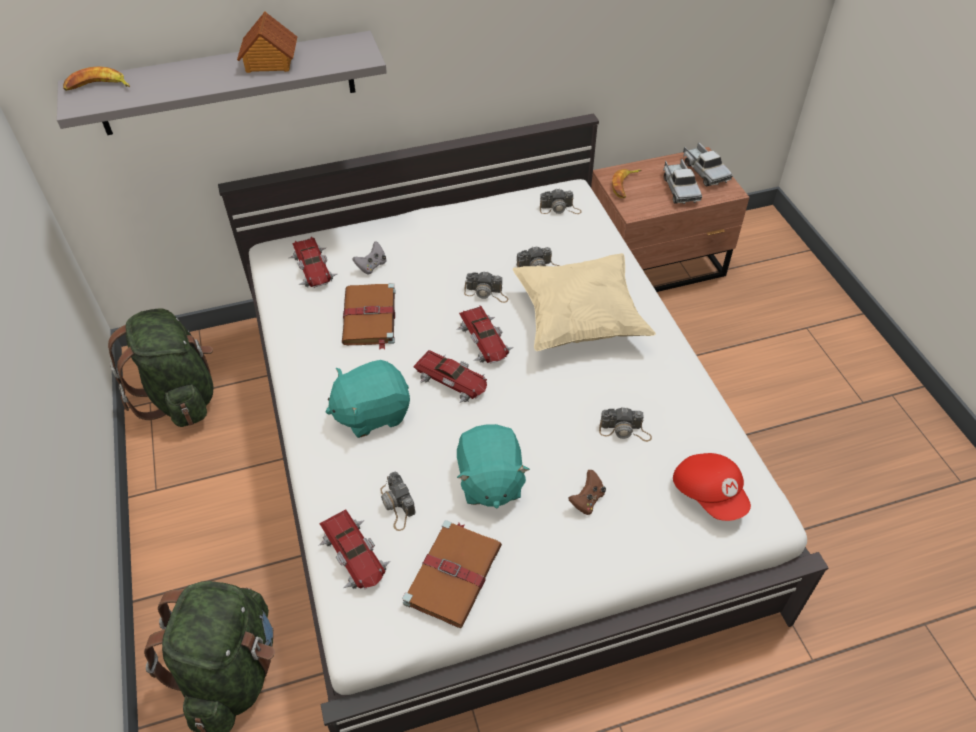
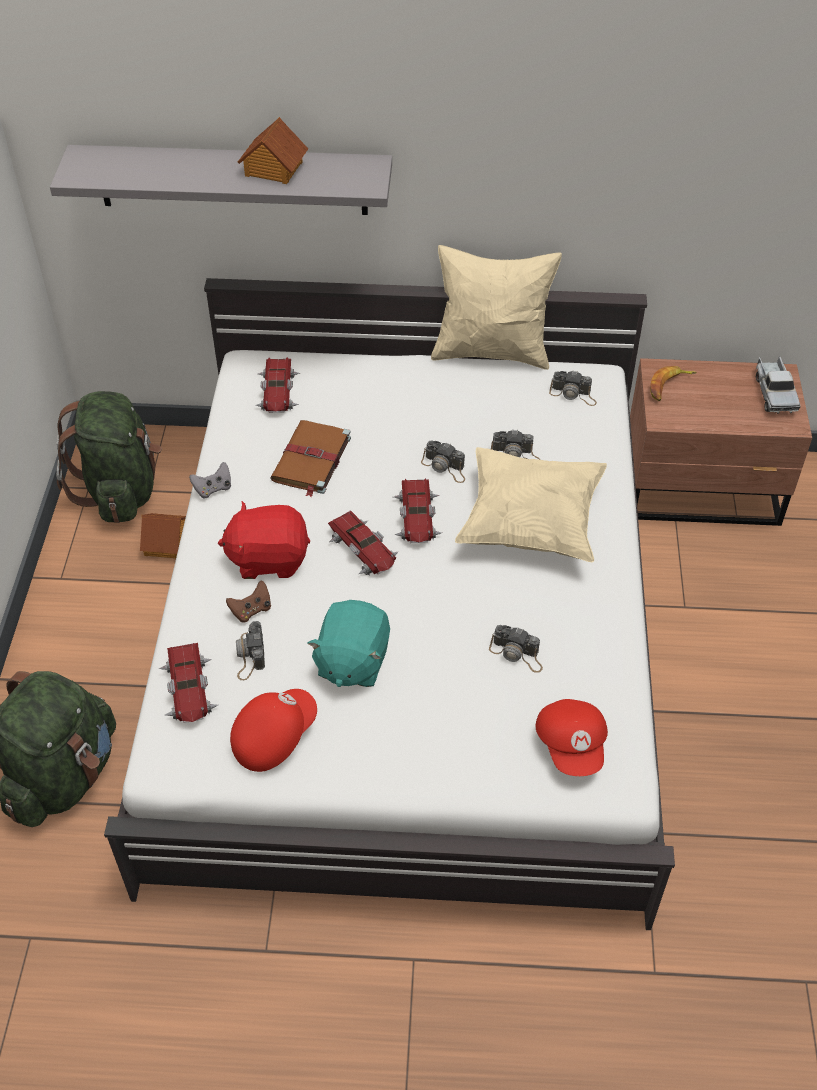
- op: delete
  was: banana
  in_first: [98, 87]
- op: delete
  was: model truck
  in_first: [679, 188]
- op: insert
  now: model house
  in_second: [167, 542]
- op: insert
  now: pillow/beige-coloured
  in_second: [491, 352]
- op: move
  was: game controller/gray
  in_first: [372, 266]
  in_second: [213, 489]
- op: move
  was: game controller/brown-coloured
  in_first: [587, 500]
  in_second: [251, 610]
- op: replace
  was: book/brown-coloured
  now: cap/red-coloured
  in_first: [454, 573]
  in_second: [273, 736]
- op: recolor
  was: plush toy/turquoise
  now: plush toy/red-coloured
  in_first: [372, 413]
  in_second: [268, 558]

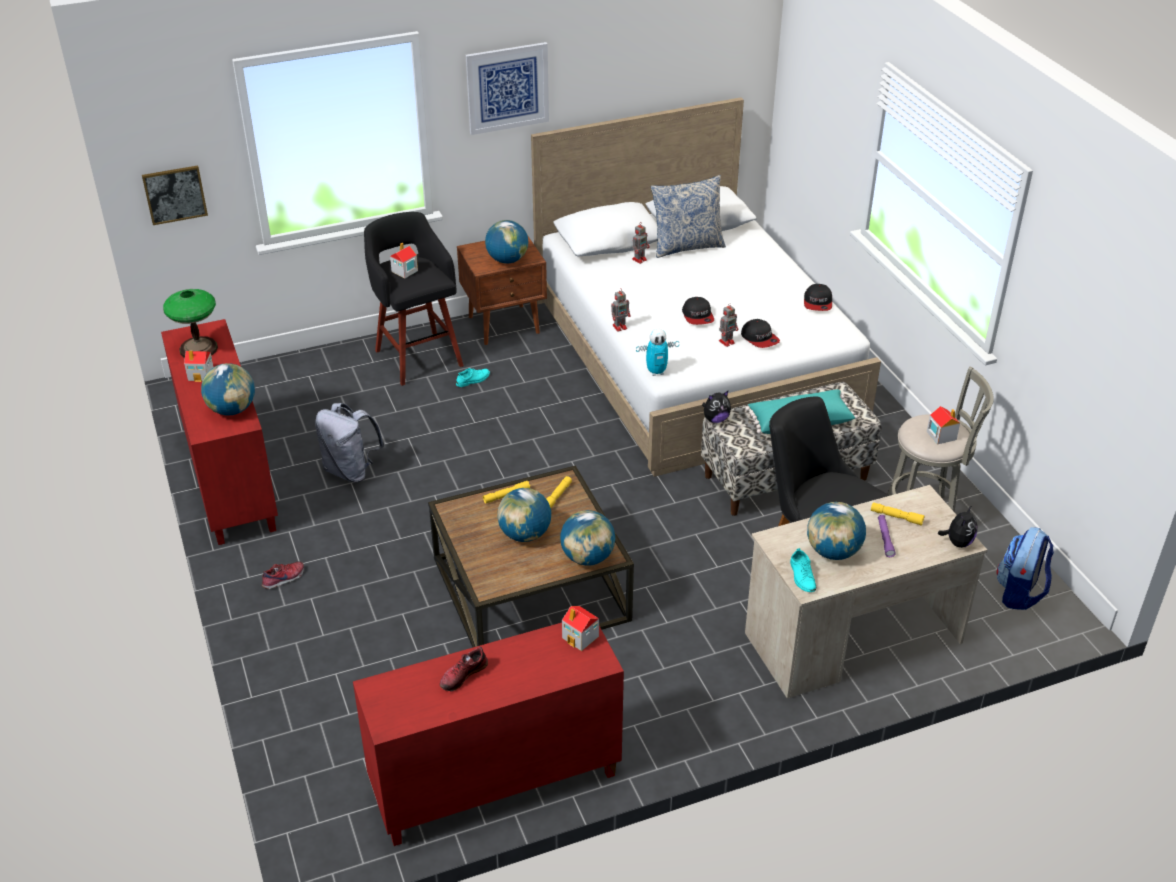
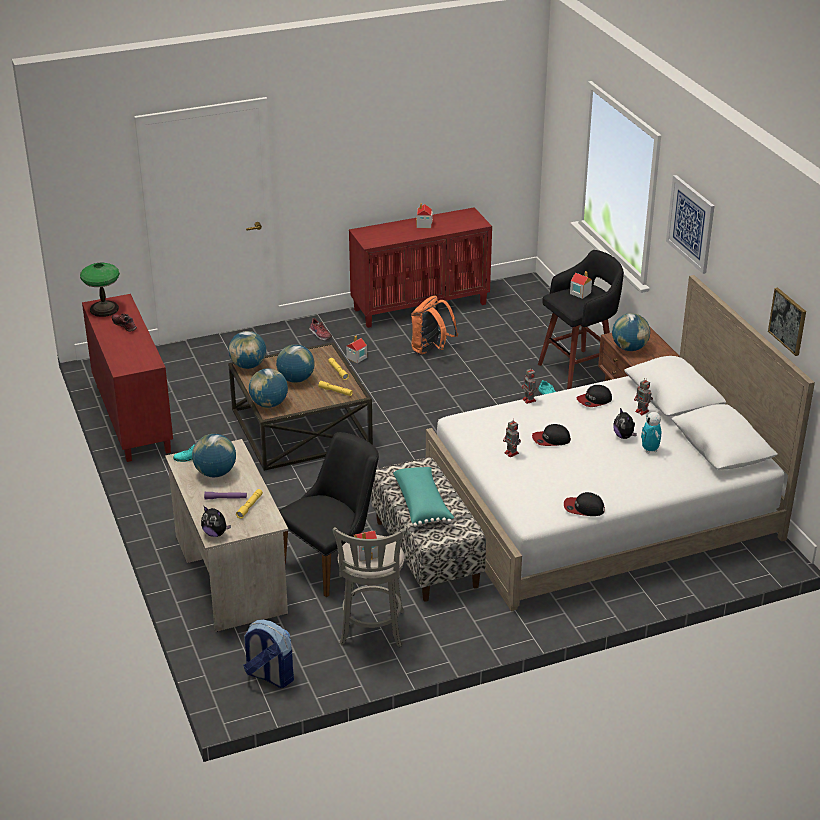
- op: delete
  was: pillow
  in_first: [686, 246]
- op: move
  was: wall art
  in_first: [175, 194]
  in_second: [788, 321]
- op: move
  was: lamp for a table
  in_first: [198, 349]
  in_second: [104, 309]
- op: move
  was: globe
  in_first: [232, 410]
  in_second: [248, 365]
- op: move
  was: model house
  in_first: [581, 637]
  in_second: [356, 358]
- op: move
  was: model robot
  in_first: [656, 372]
  in_second: [650, 450]
- op: move
  was: plush toy
  in_first: [715, 419]
  in_second: [624, 436]
- op: move
  was: cap
  in_first: [760, 338]
  in_second: [594, 400]
- op: recolor
  was: rucksack/gray
  now: rucksack/orange-coloured
  in_first: [351, 471]
  in_second: [431, 350]

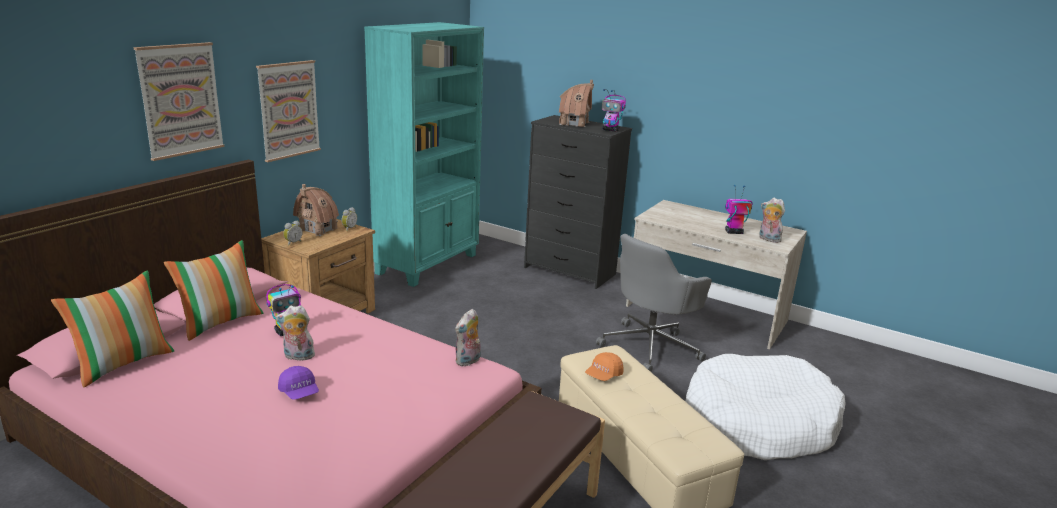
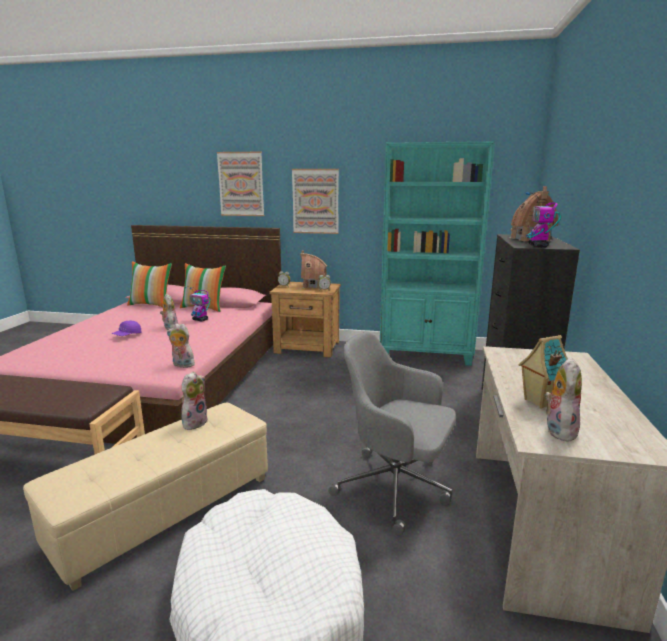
- op: replace
  was: cap/orange-coloured
  now: plush toy
  in_first: [603, 375]
  in_second: [194, 422]
- op: replace
  was: model robot
  now: model house
  in_first: [733, 232]
  in_second: [539, 401]

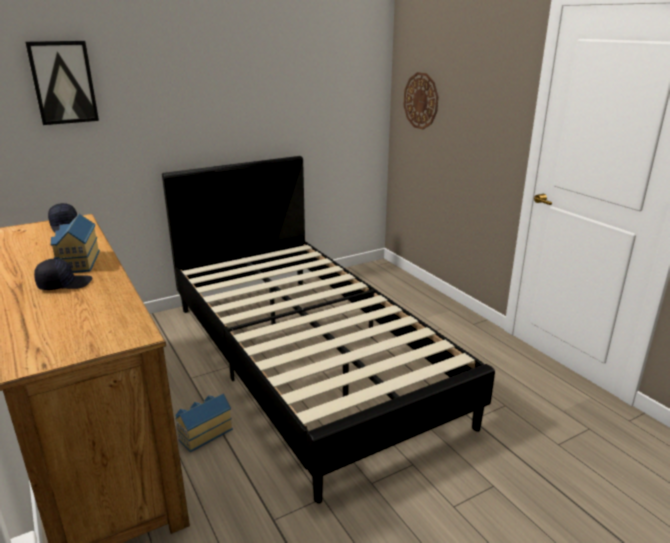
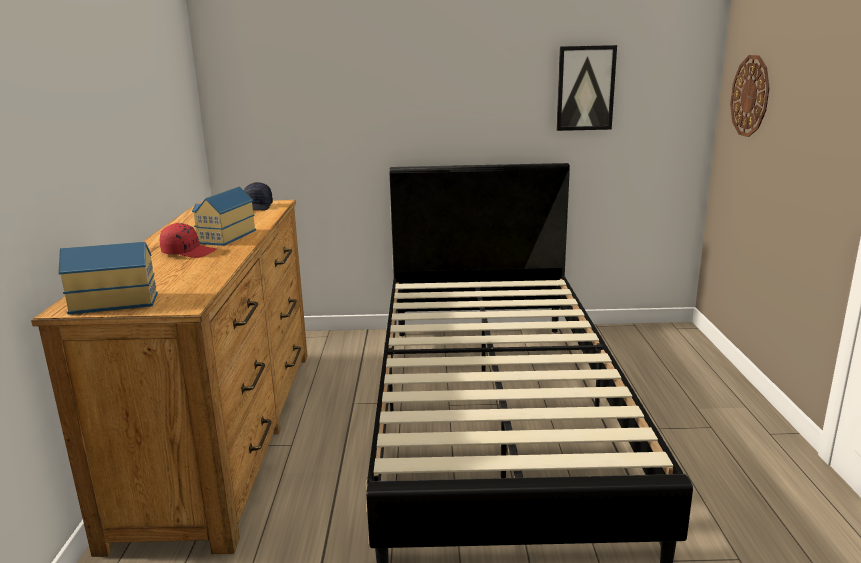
- op: move
  was: wall art
  in_first: [63, 82]
  in_second: [585, 88]
- op: move
  was: model house
  in_first: [203, 433]
  in_second: [114, 302]
- op: recolor
  was: cap/black-coloured
  now: cap/red-coloured
  in_first: [64, 284]
  in_second: [189, 252]

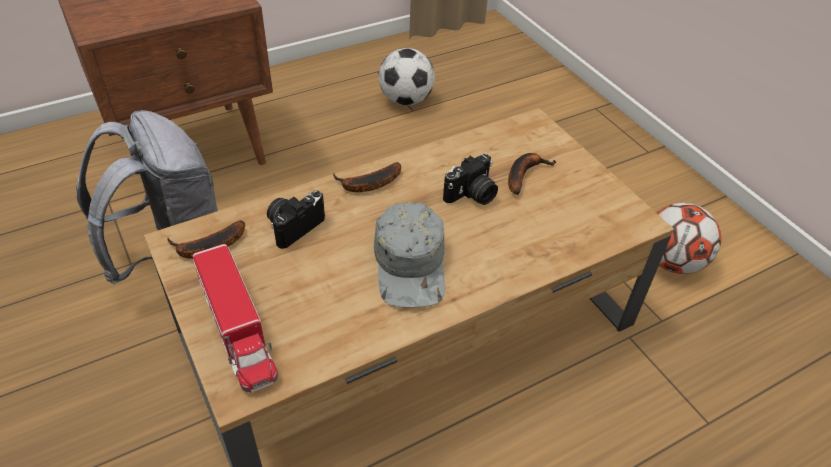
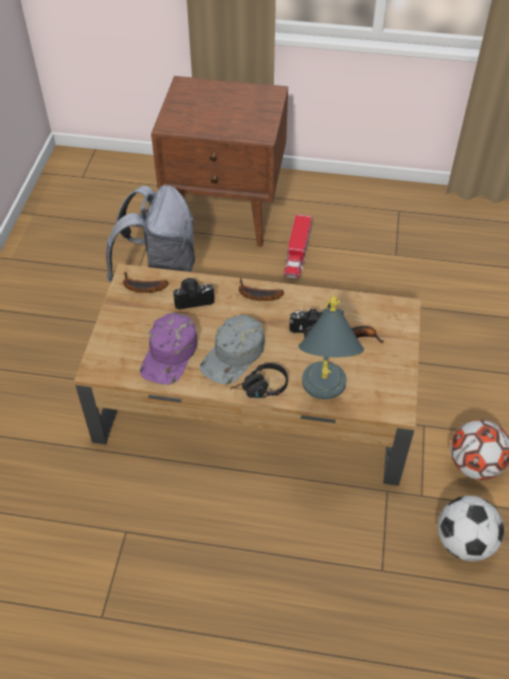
- op: insert
  now: cap/purple-coloured
  in_second: [170, 354]
- op: insert
  now: pair of headphones/black-coloured
  in_second: [260, 389]
- op: insert
  now: lamp for a table/gray
  in_second: [323, 395]
- op: move
  was: model truck
  in_first: [237, 328]
  in_second: [297, 253]
- op: move
  was: ball for football
  in_first: [406, 100]
  in_second: [464, 542]

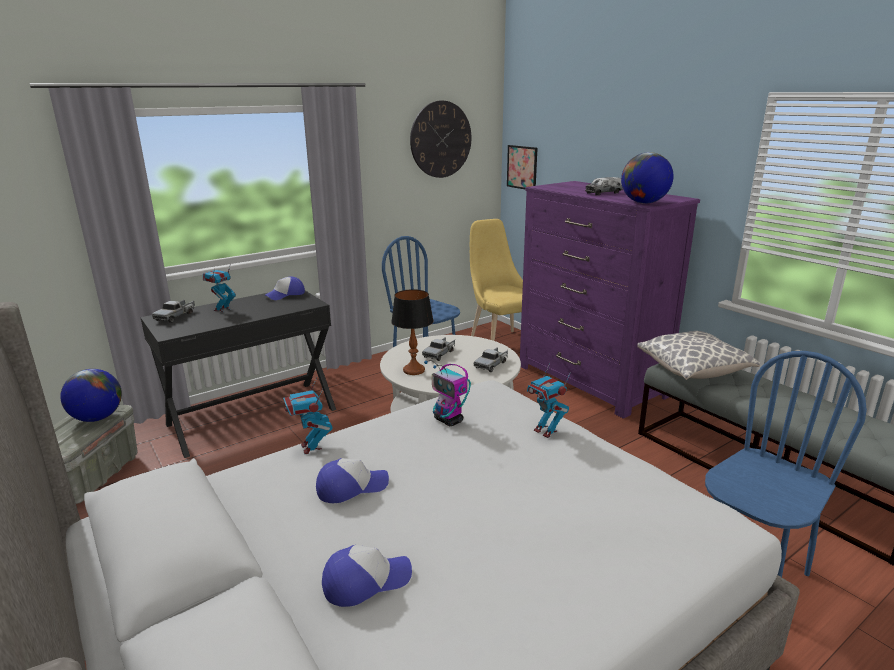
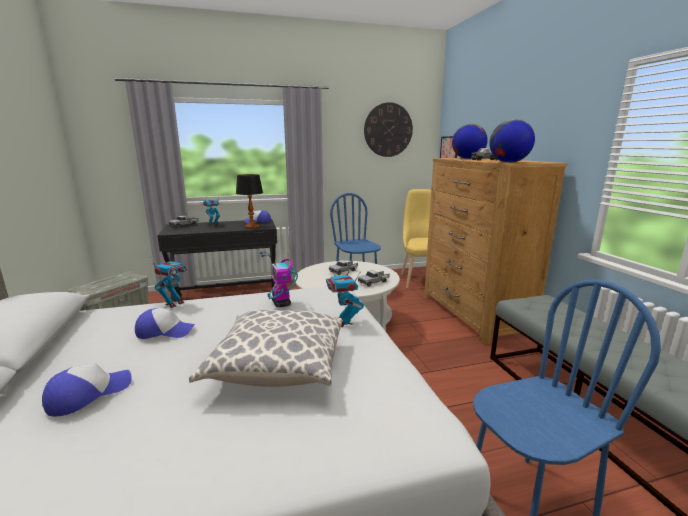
- op: move
  was: globe
  in_first: [97, 418]
  in_second: [467, 159]
- op: move
  was: lamp for a table
  in_first: [413, 370]
  in_second: [251, 227]
- op: move
  was: pillow
  in_first: [693, 371]
  in_second: [277, 368]
- op: recolor
  was: dresser/purple-coloured
  now: dresser/brown-coloured
  in_first: [590, 381]
  in_second: [473, 314]
- op: rotate
  was: model robot
  in_first: [311, 447]
  in_second: [174, 304]
  clockwise: -150
- op: rotate
  was: cap
  in_first: [366, 581]
  in_second: [89, 394]
  clockwise: -45

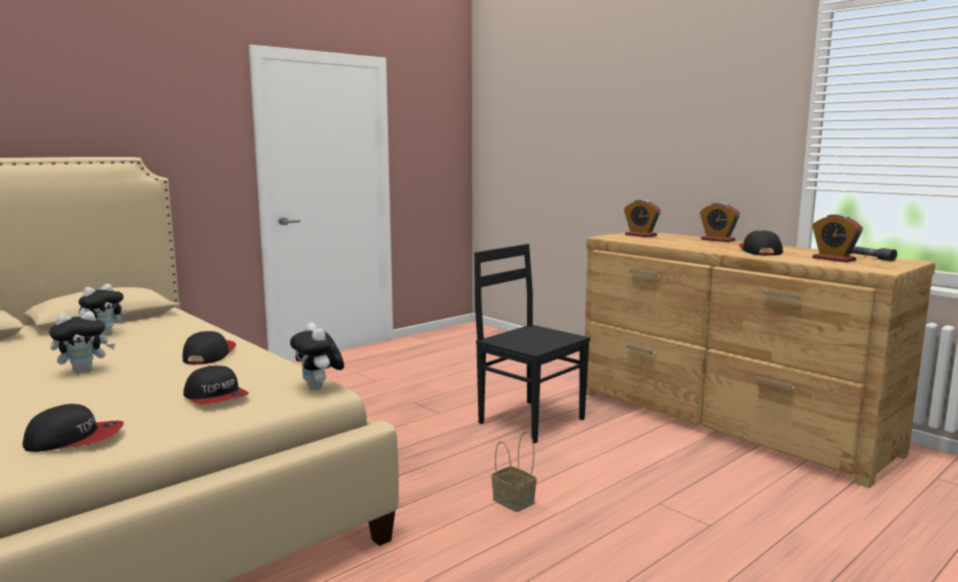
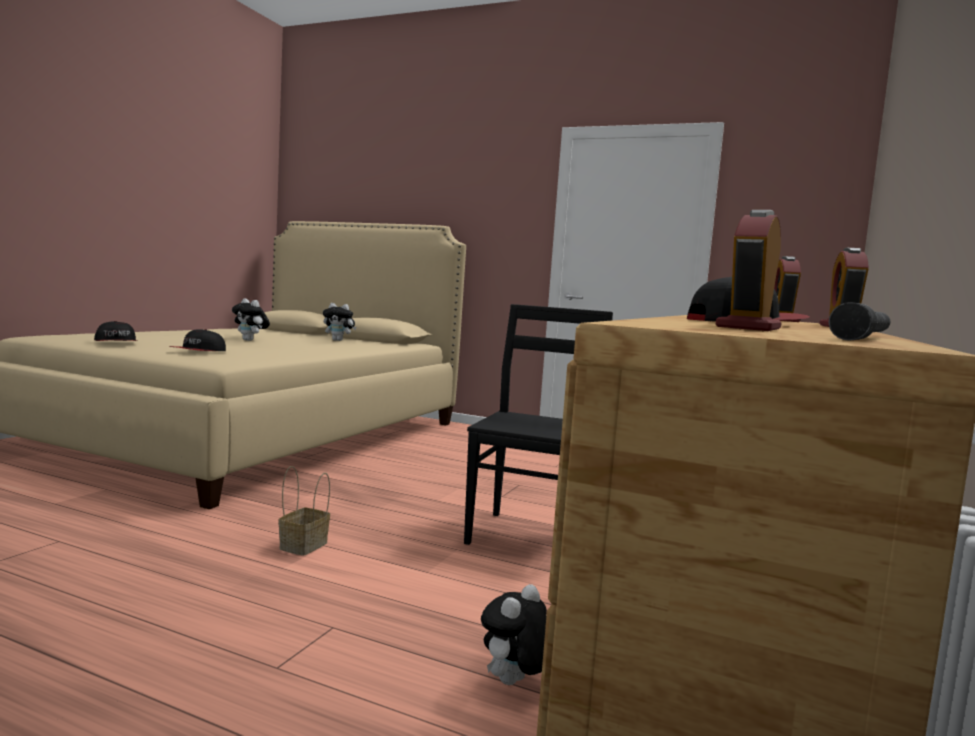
- op: delete
  was: cap
  in_first: [209, 354]
- op: move
  was: plush toy
  in_first: [319, 389]
  in_second: [514, 684]

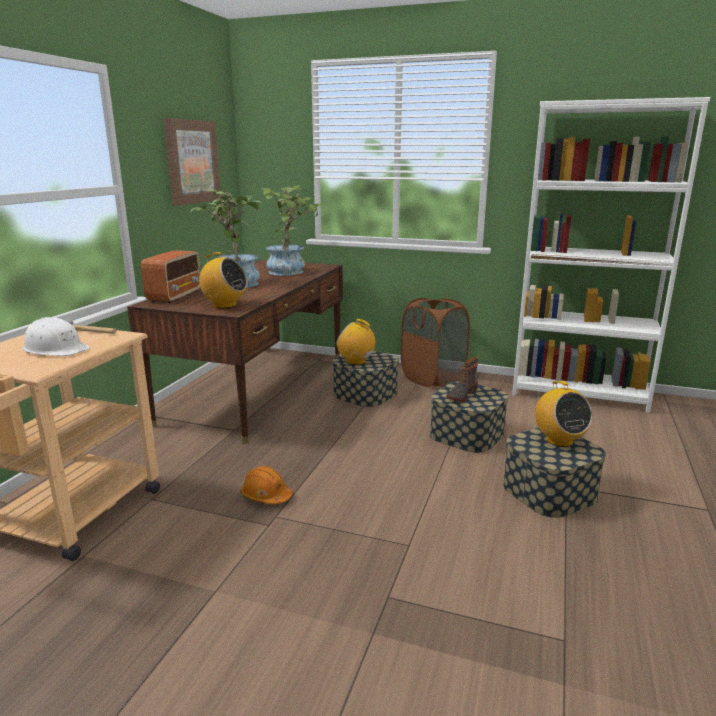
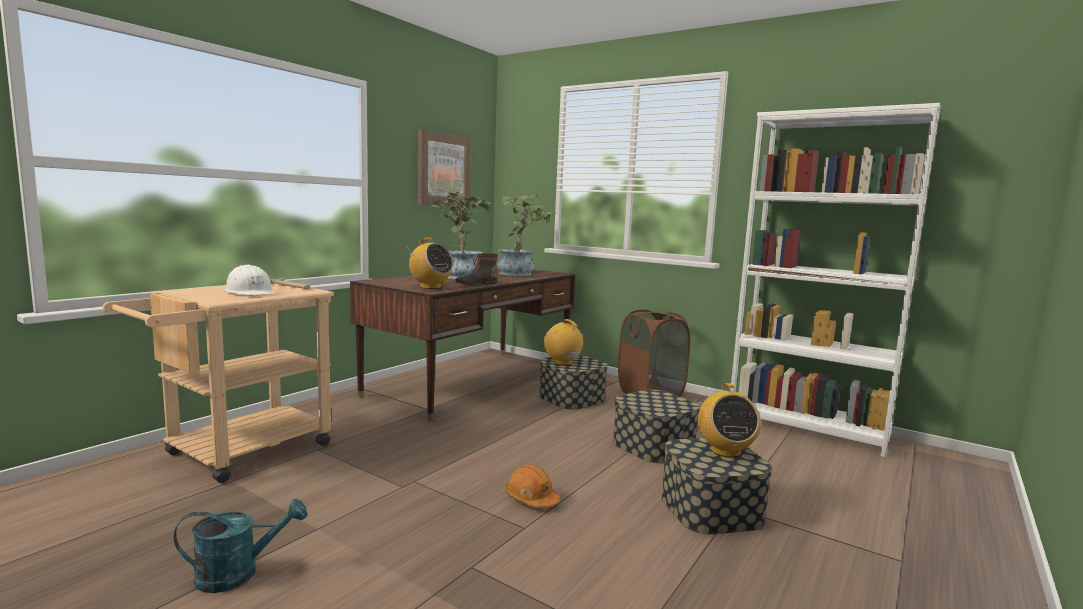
- op: delete
  was: radio
  in_first: [175, 295]
- op: insert
  now: watering pot/turquoise
  in_second: [238, 573]
- op: move
  was: hard hat/orange-coloured
  in_first: [266, 496]
  in_second: [531, 499]
- op: move
  was: tall boot
  in_first: [461, 395]
  in_second: [475, 284]

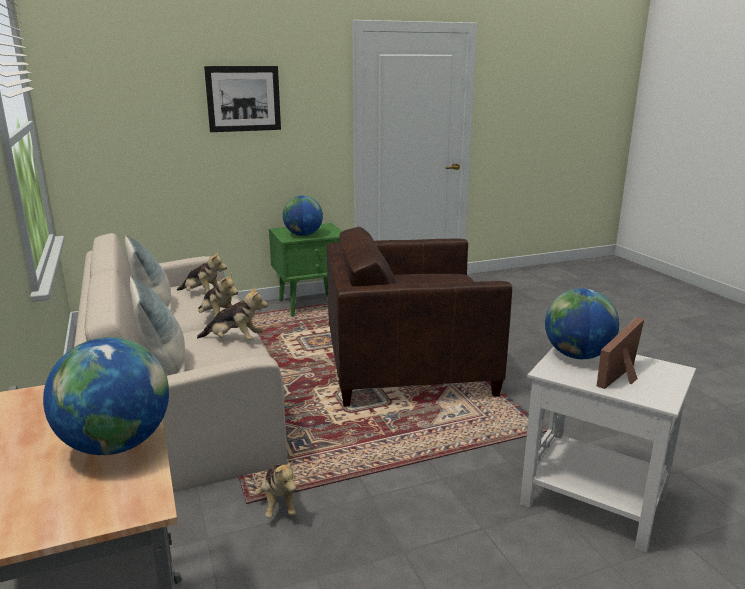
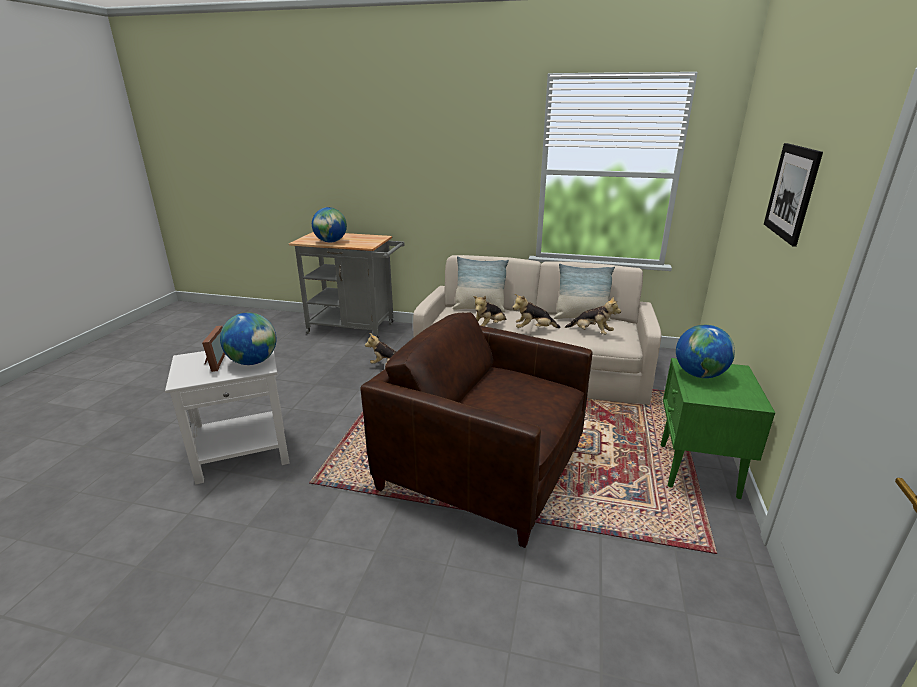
- op: rotate
  was: plush toy
  in_first: [202, 295]
  in_second: [591, 333]
  clockwise: -120
- op: rotate
  was: armchair/brown-coloured
  in_first: [408, 366]
  in_second: [483, 468]
  clockwise: -90

